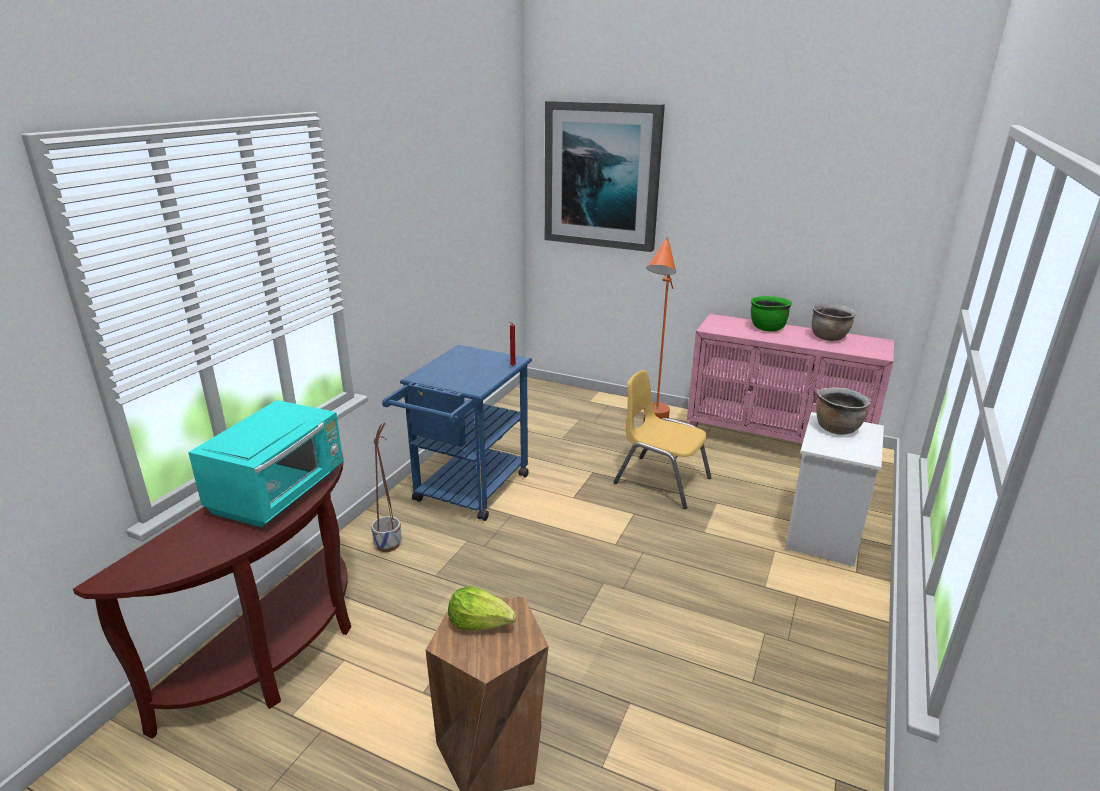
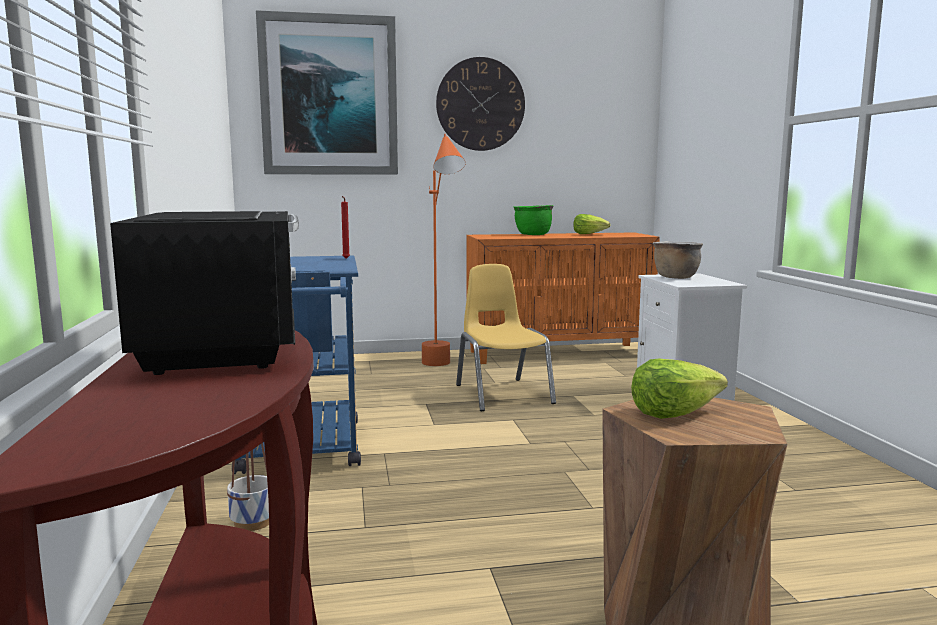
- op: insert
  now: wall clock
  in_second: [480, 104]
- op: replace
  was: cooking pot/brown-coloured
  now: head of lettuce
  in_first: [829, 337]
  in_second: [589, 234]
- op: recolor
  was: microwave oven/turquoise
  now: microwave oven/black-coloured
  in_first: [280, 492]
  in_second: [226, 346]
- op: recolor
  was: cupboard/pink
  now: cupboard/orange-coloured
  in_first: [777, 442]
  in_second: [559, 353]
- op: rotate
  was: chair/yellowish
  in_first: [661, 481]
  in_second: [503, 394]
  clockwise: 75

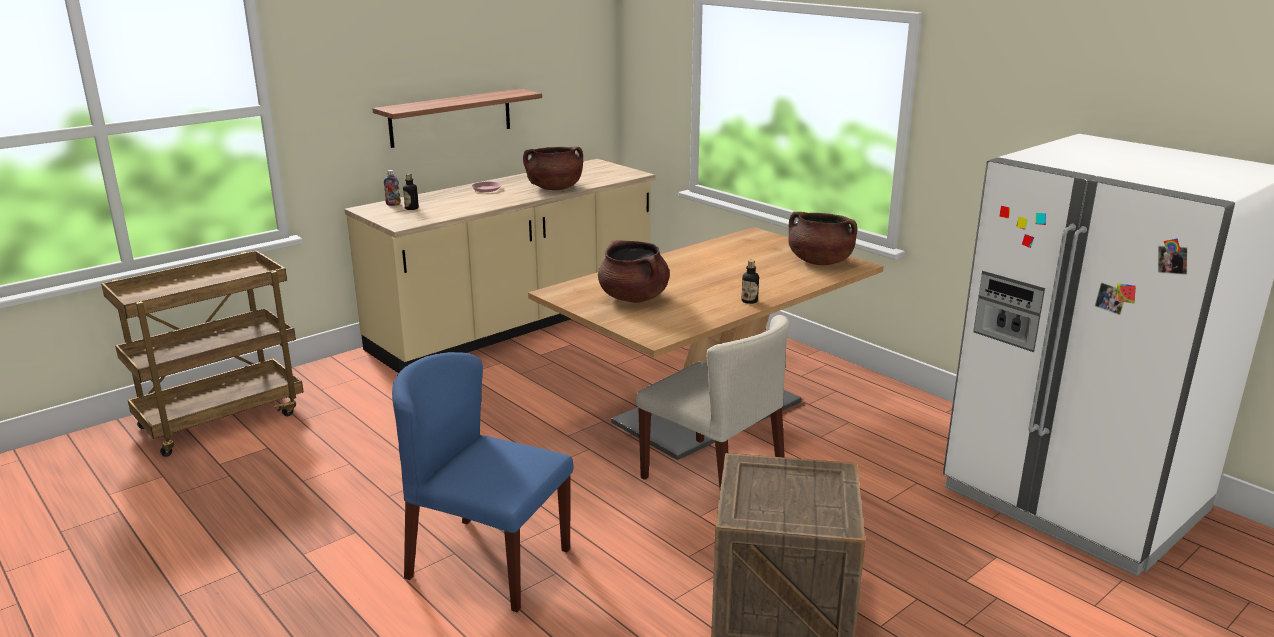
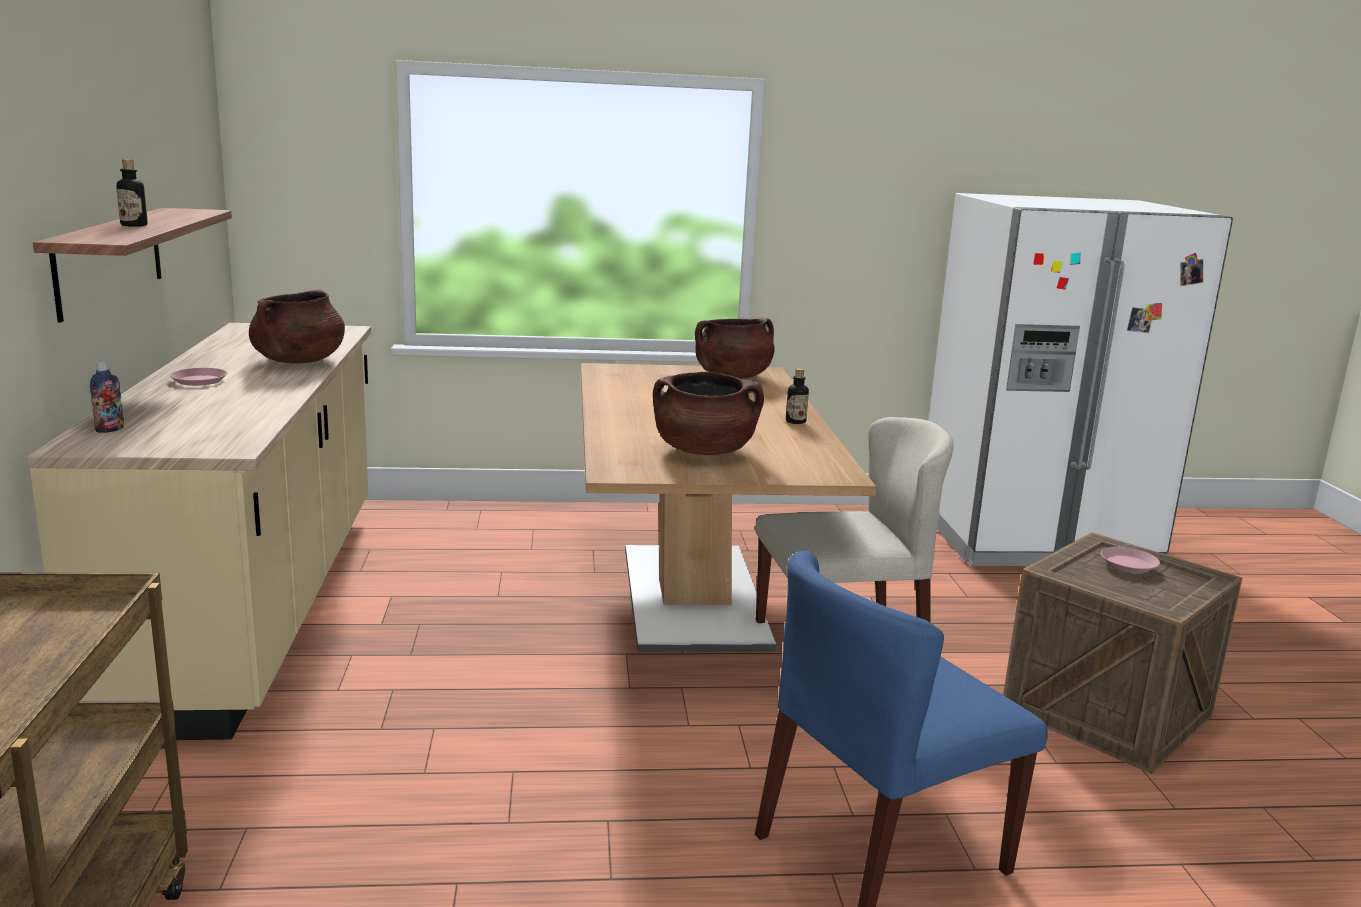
- op: insert
  now: plate/pink
  in_second: [1128, 564]
- op: move
  was: bottle
  in_first: [411, 208]
  in_second: [134, 225]

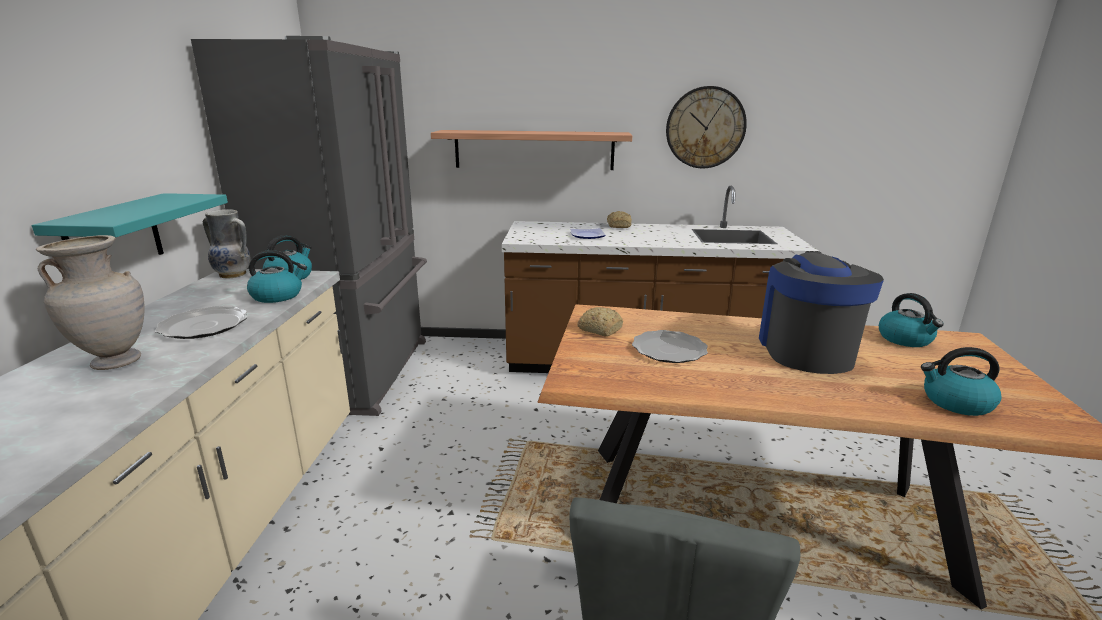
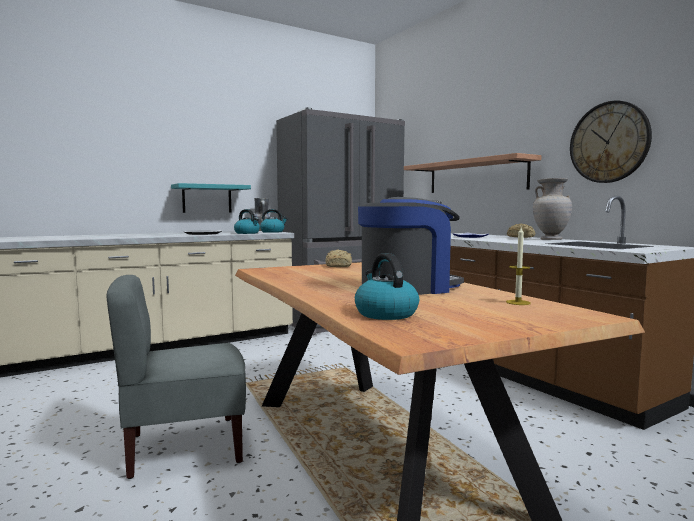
- op: delete
  was: plate
  in_first: [669, 349]
- op: move
  was: vase/beige-coloured
  in_first: [116, 362]
  in_second: [550, 240]
- op: replace
  was: tea kettle
  now: wax candle
  in_first: [905, 339]
  in_second: [518, 302]

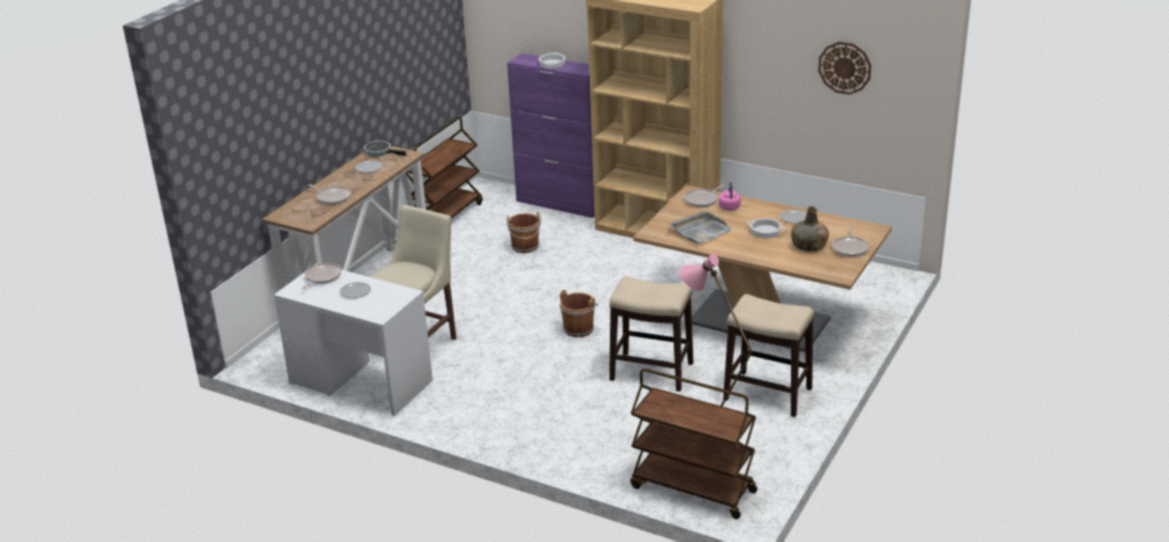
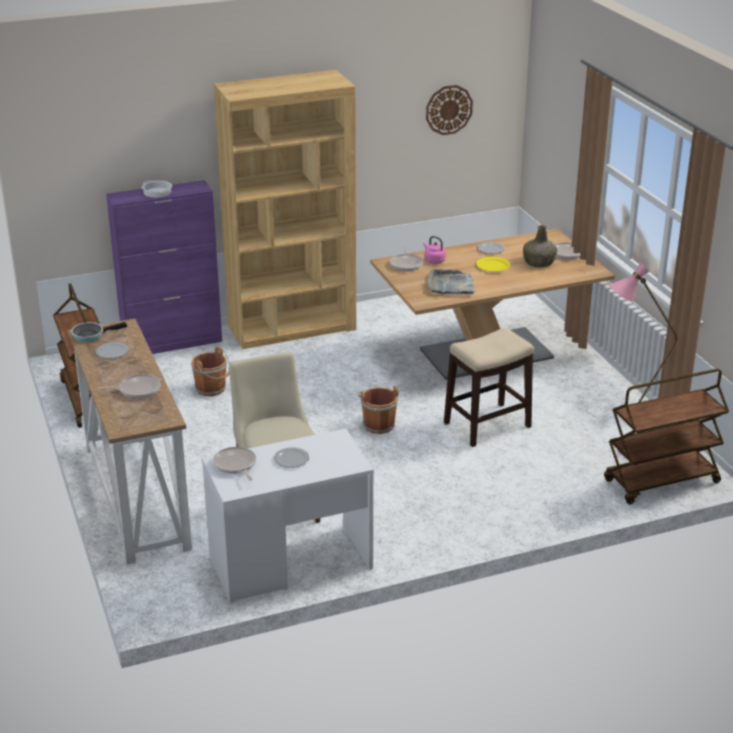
- op: delete
  was: stool seat
  in_first: [767, 393]
- op: replace
  was: cooking pot
  now: plate/yellowish
  in_first: [765, 231]
  in_second: [493, 266]

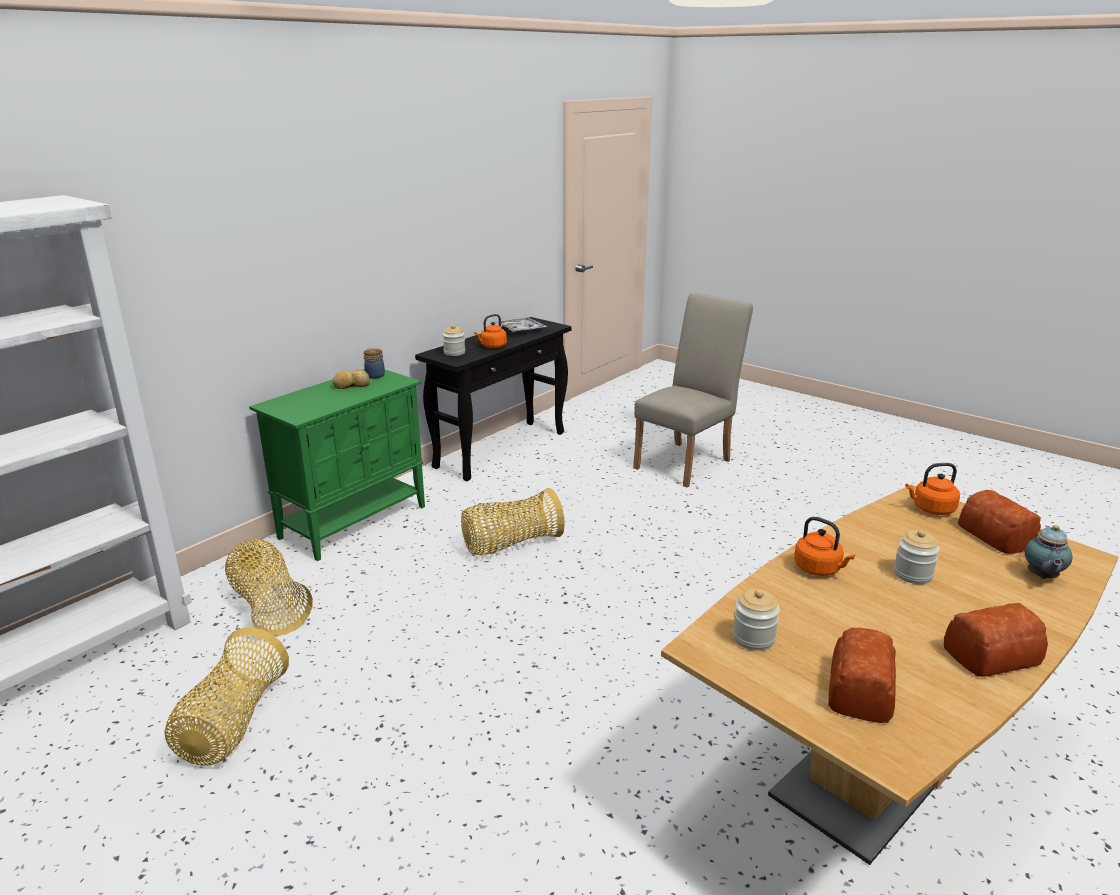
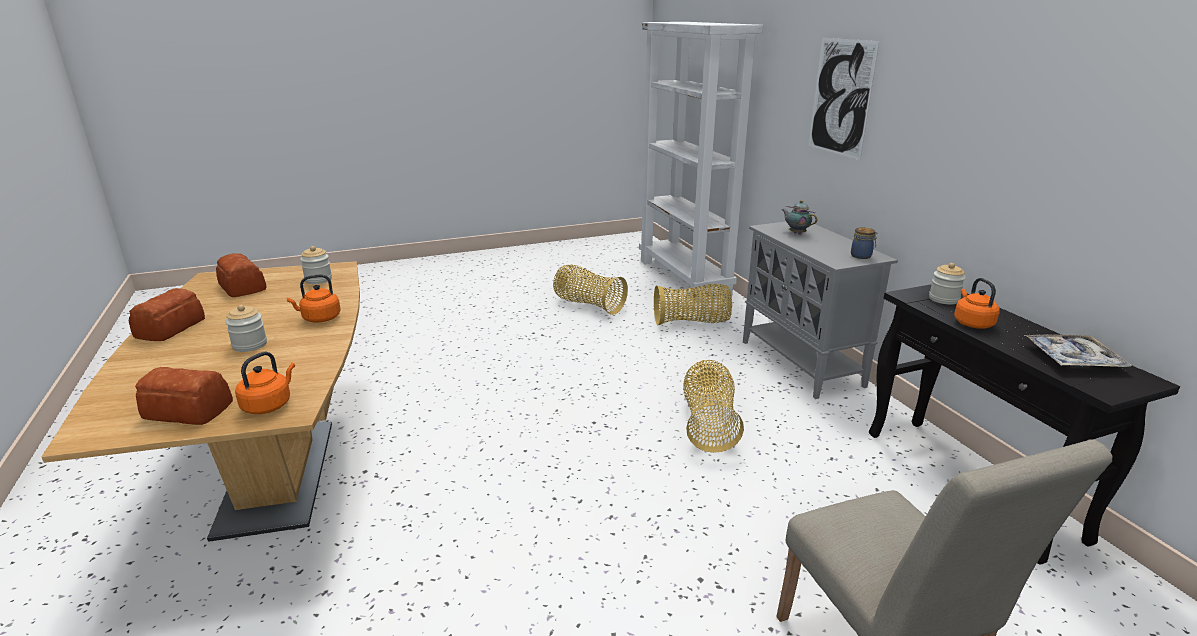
- op: delete
  was: baked bread
  in_first: [351, 385]
- op: insert
  now: wall art
  in_second: [841, 97]
- op: move
  was: pot for tea
  in_first: [1041, 577]
  in_second: [796, 233]
- op: recolor
  was: cupboard/greenish
  now: cupboard/gray
  in_first: [354, 521]
  in_second: [802, 364]

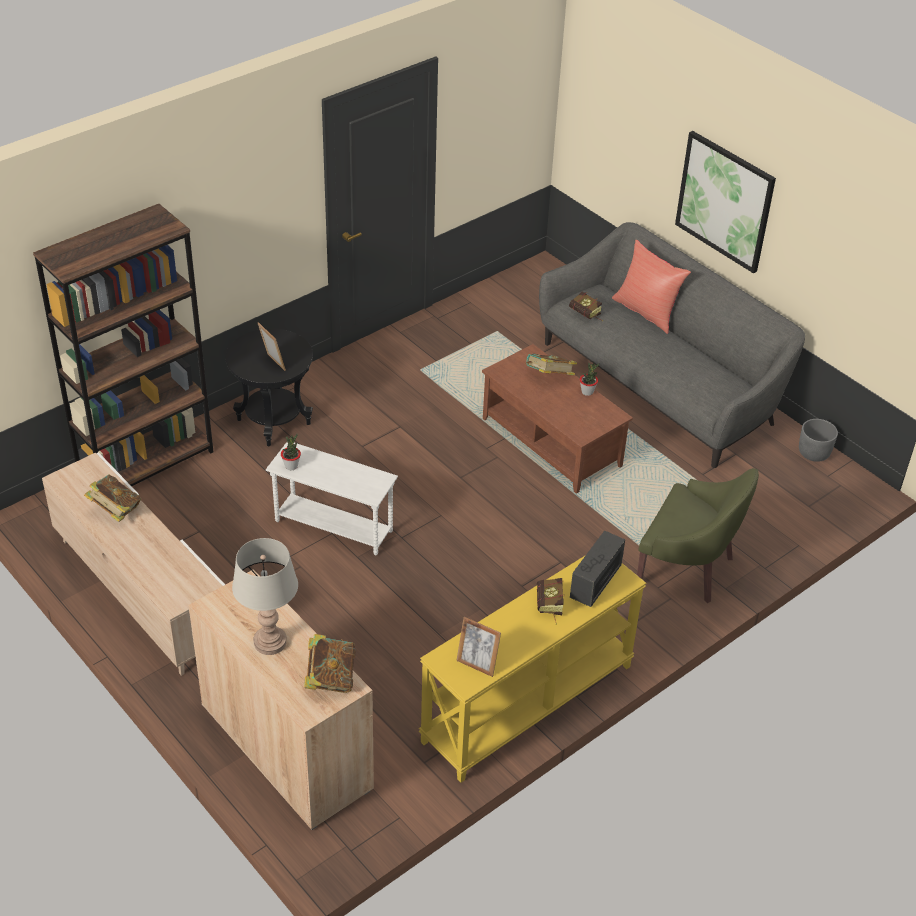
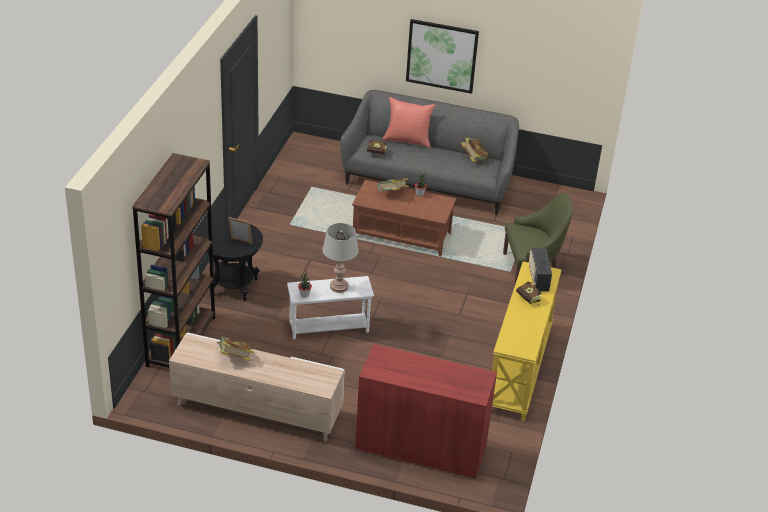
- op: delete
  was: picture frame
  in_first: [477, 664]
- op: delete
  was: flower pot/gray
  in_first: [814, 453]
- op: move
  was: lamp for a table/gray
  in_first: [270, 642]
  in_second: [339, 287]
- op: move
  was: book
  in_first: [330, 678]
  in_second: [474, 158]
- op: recolor
  was: cupboard/beige-coloured
  now: cupboard/red-coloured
  in_first: [286, 747]
  in_second: [421, 448]

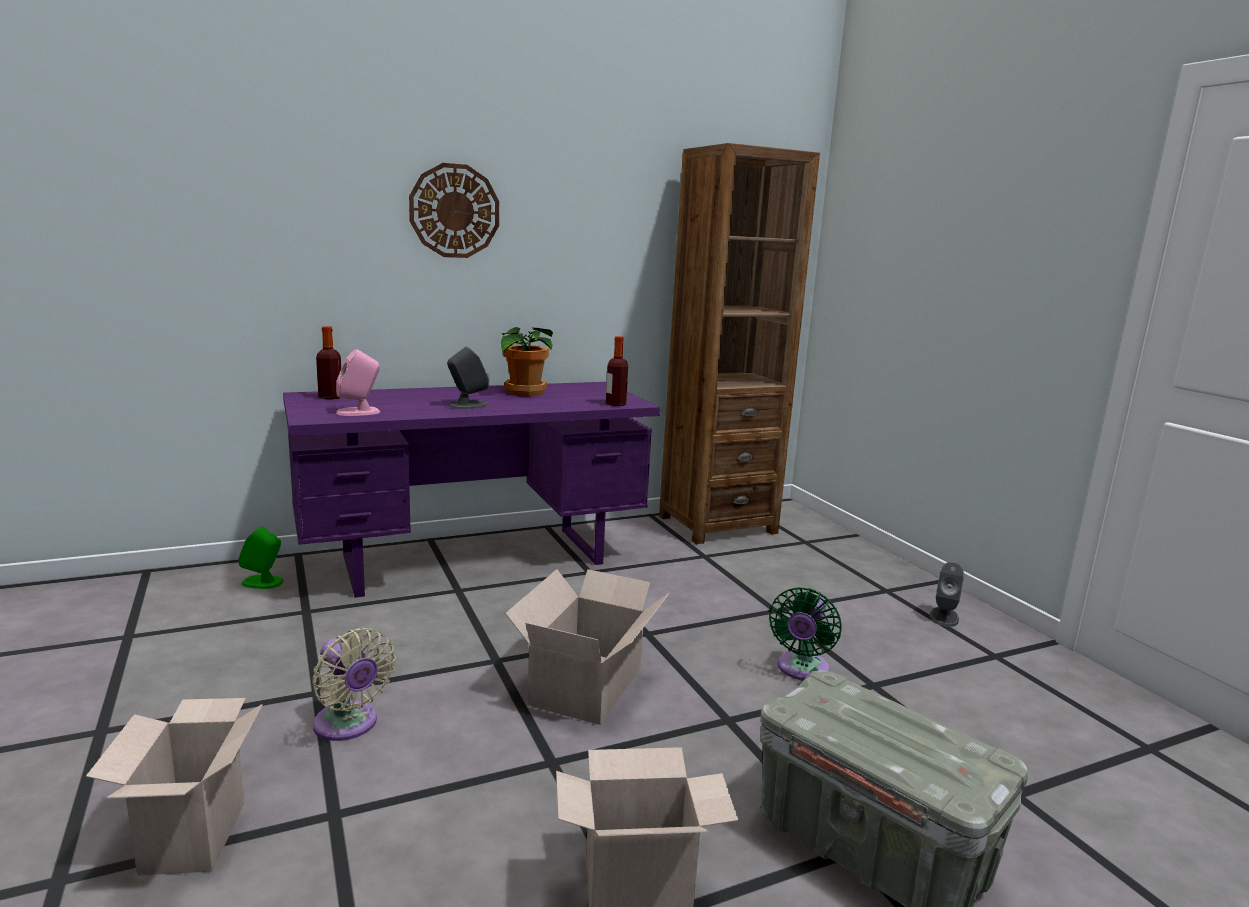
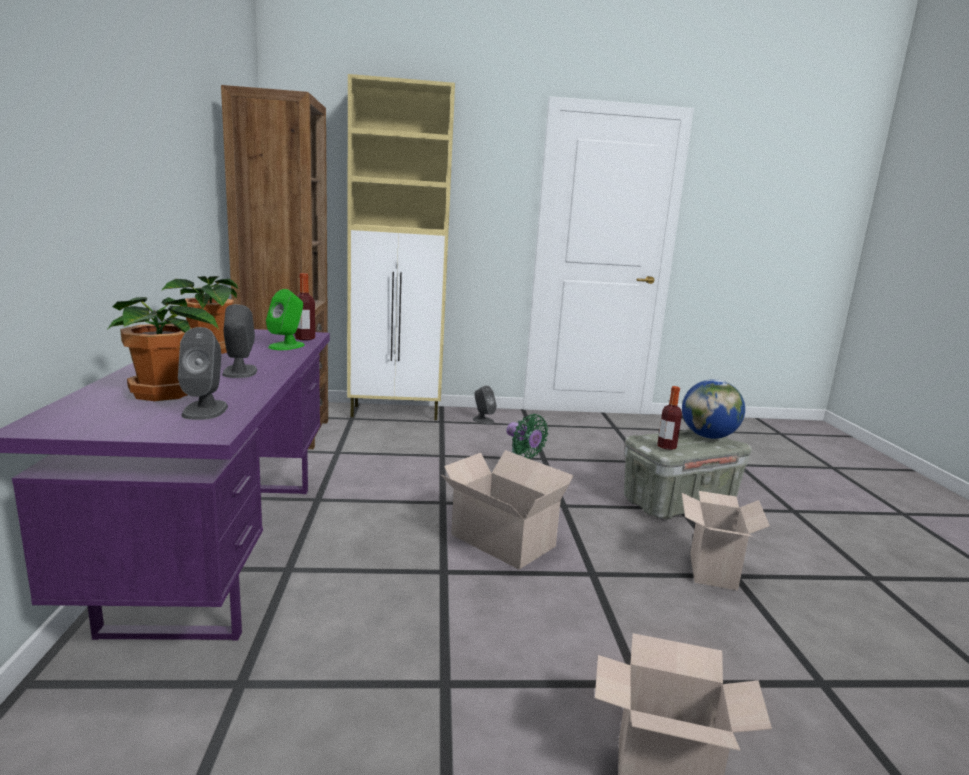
- op: delete
  was: fan/beige-coloured
  in_first: [348, 725]
- op: delete
  was: wall clock
  in_first: [454, 211]
- op: insert
  now: potted plant
  in_second: [164, 393]
- op: insert
  now: cupboard/beige-coloured
  in_second: [396, 413]
- op: insert
  now: globe
  in_second: [708, 436]
- op: move
  was: loudspeaker/greenish
  in_first: [263, 582]
  in_second: [287, 346]
- op: move
  was: bottle
  in_first: [330, 397]
  in_second: [666, 446]
- op: recolor
  was: loudspeaker/pink
  now: loudspeaker/gray
  in_first: [359, 412]
  in_second: [205, 410]

